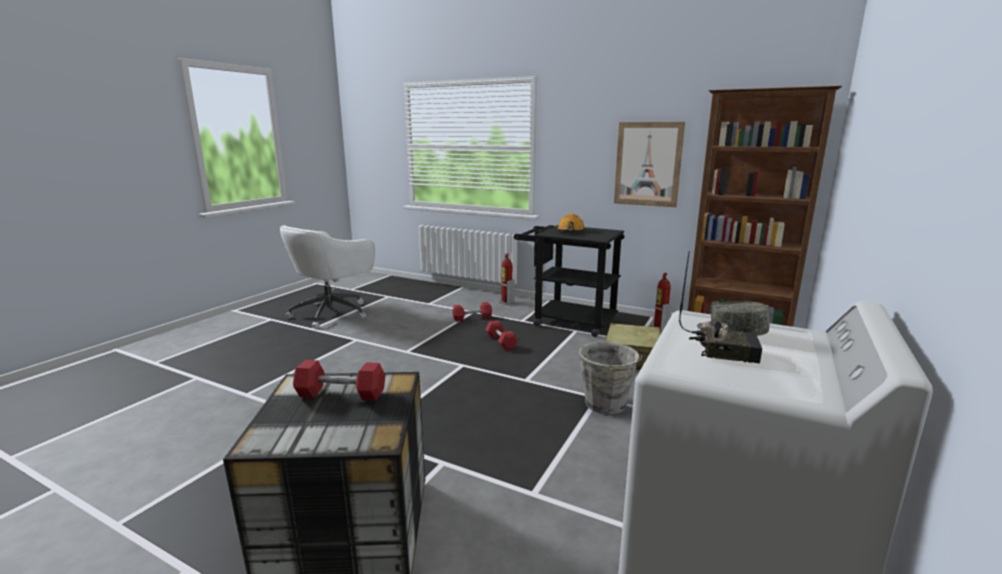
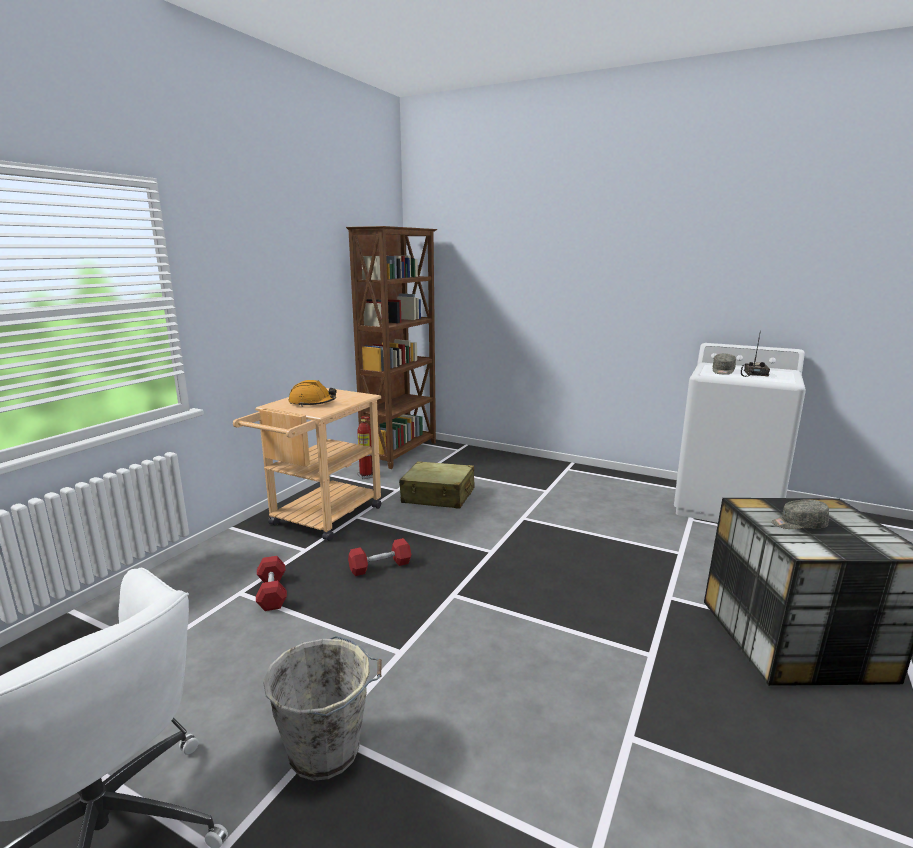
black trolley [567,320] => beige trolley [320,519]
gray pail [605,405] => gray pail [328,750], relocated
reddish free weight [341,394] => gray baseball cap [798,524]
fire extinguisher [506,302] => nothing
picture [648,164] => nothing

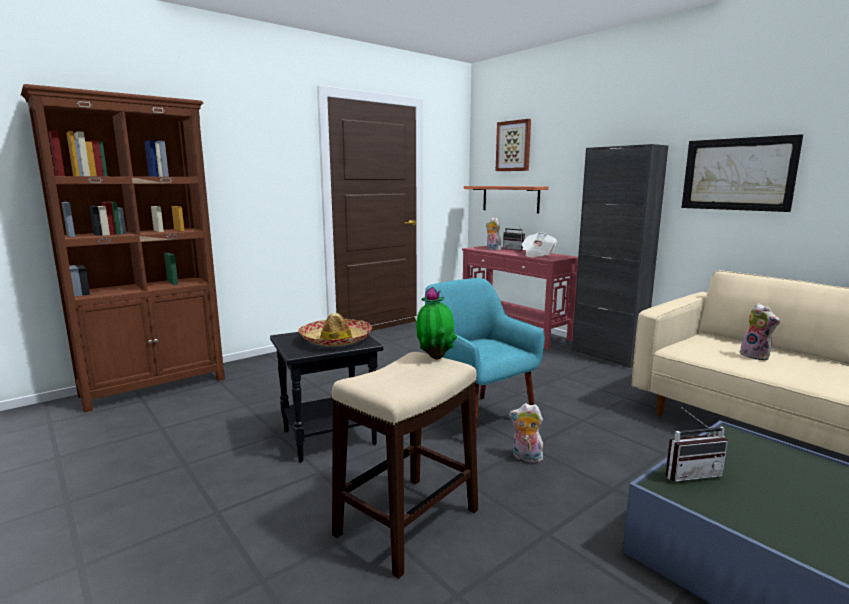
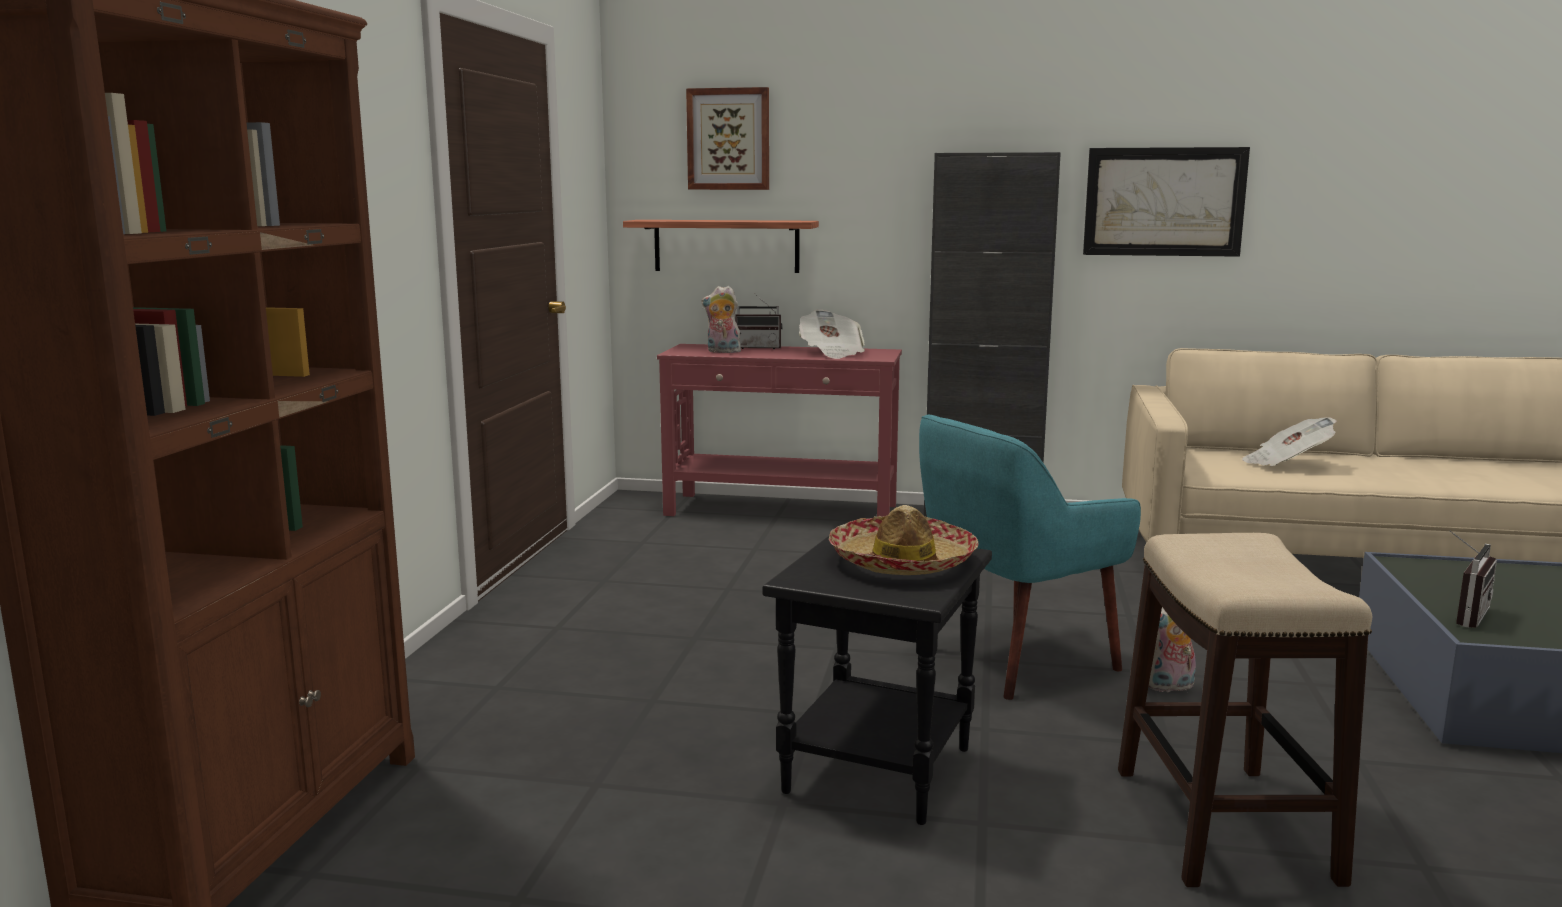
turquoise-coloured lounge chair [478,418] => turquoise-coloured lounge chair [1013,658], 45 degrees counterclockwise
soft toy [756,356] => newspaper [1286,463]
houseplant [435,357] => nothing

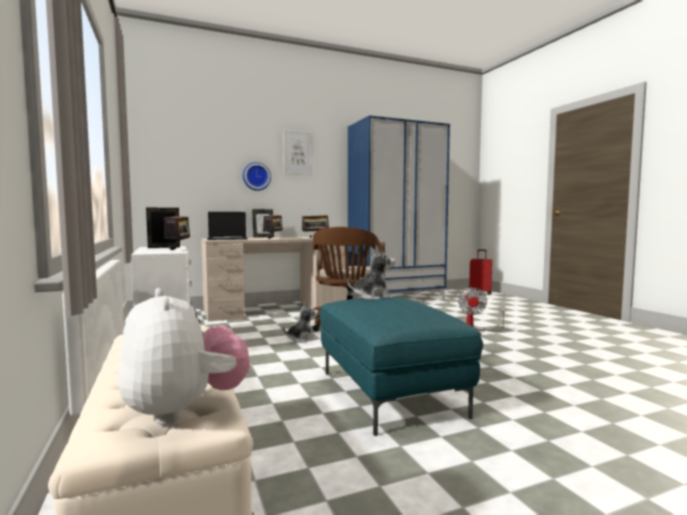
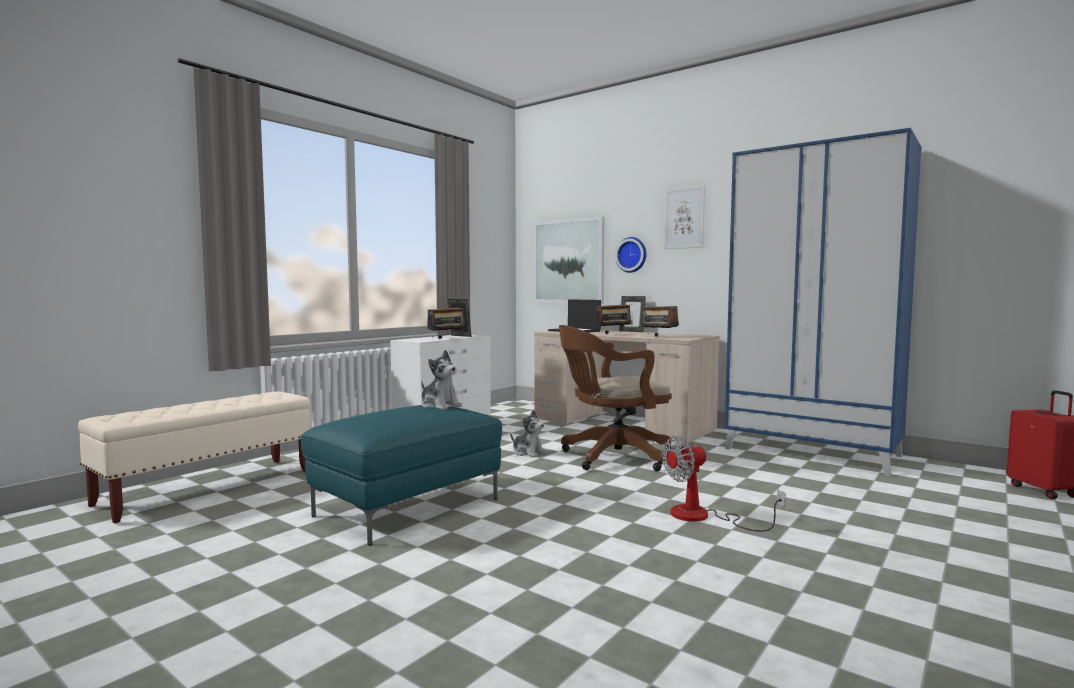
nothing => picture [568,261]
soft toy [185,410] => nothing

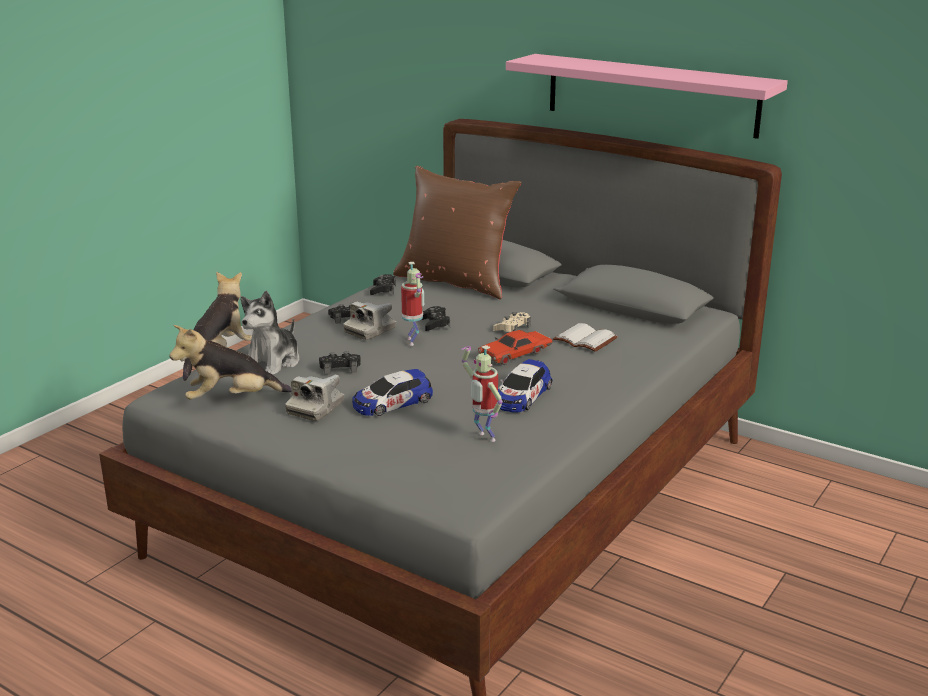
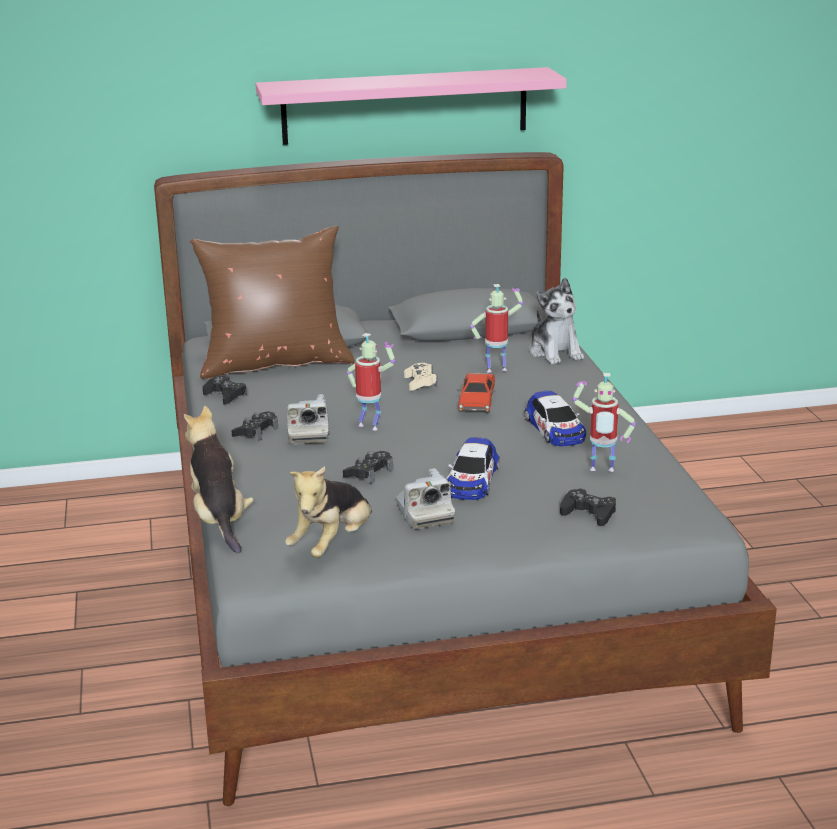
white-coloured volume [583,340] => model robot [496,369]
soft toy [273,363] => soft toy [555,352], relocated
black joypad [435,324] => black joypad [588,513], relocated

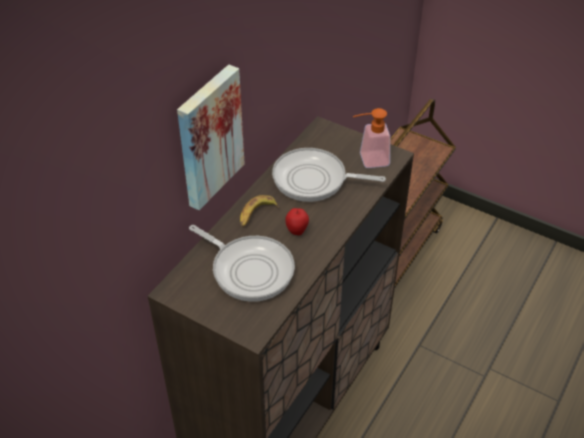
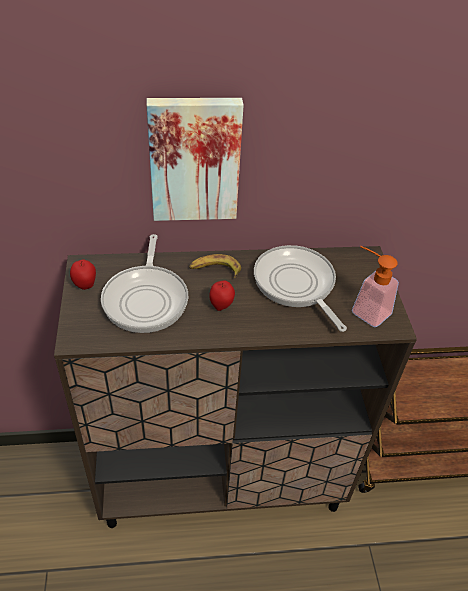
nothing => whole apple [85,285]

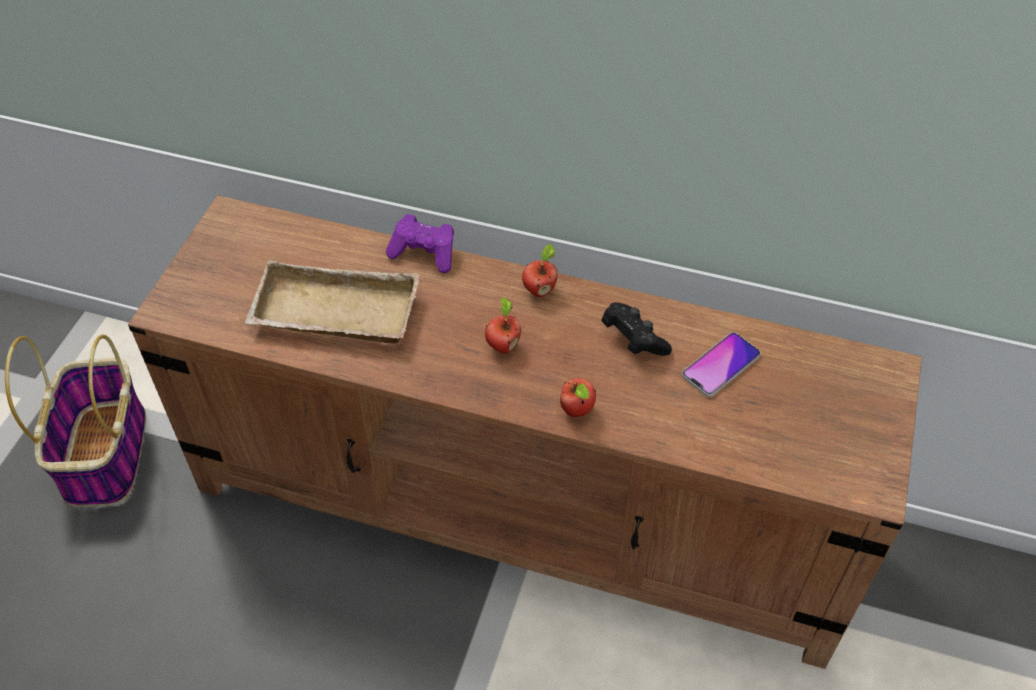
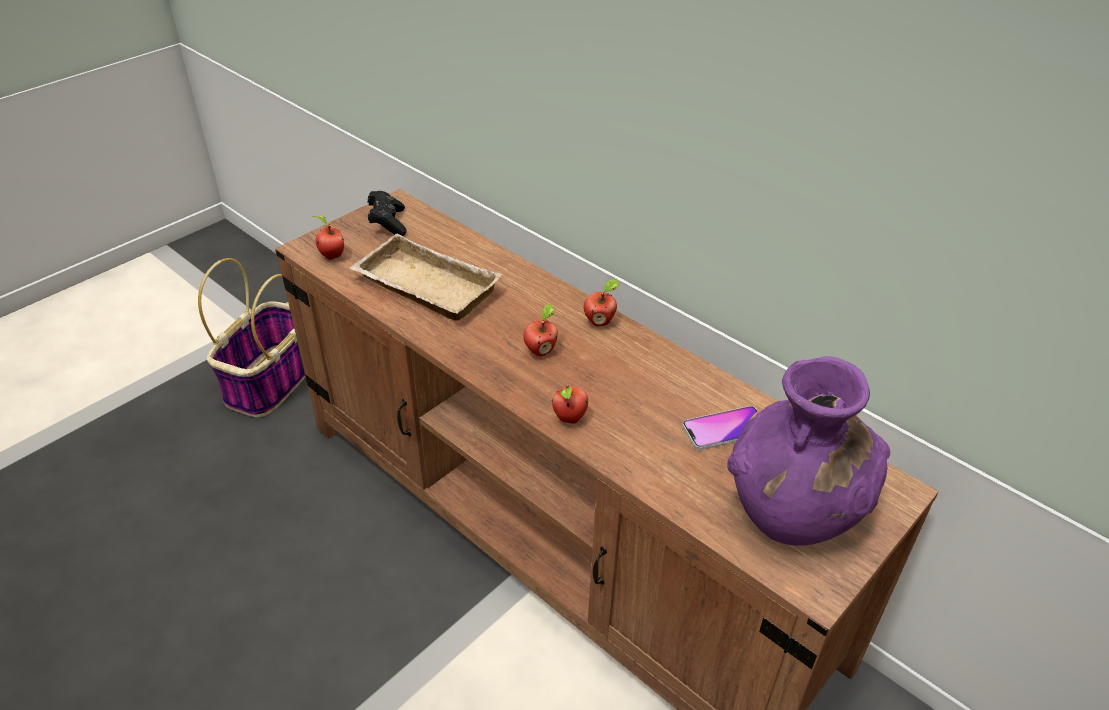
nothing => whole apple [331,256]
black joypad [633,339] => black joypad [388,223], relocated
nothing => purple-coloured decorative vase [793,510]
purple-coloured joypad [424,253] => nothing

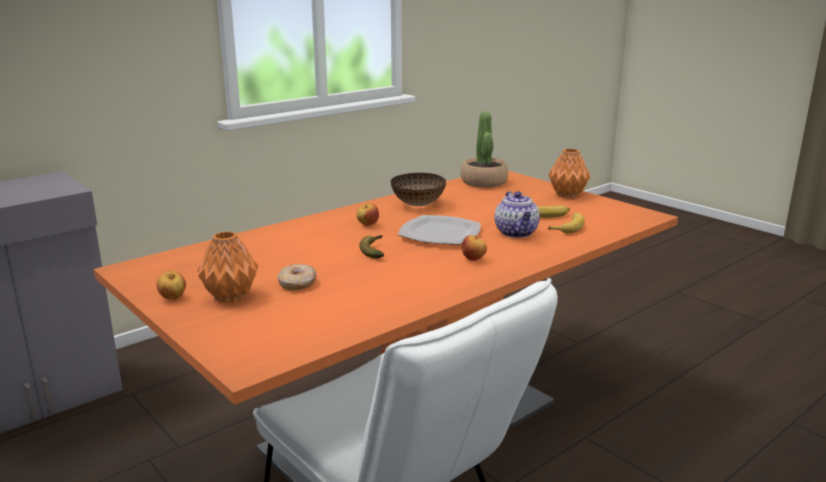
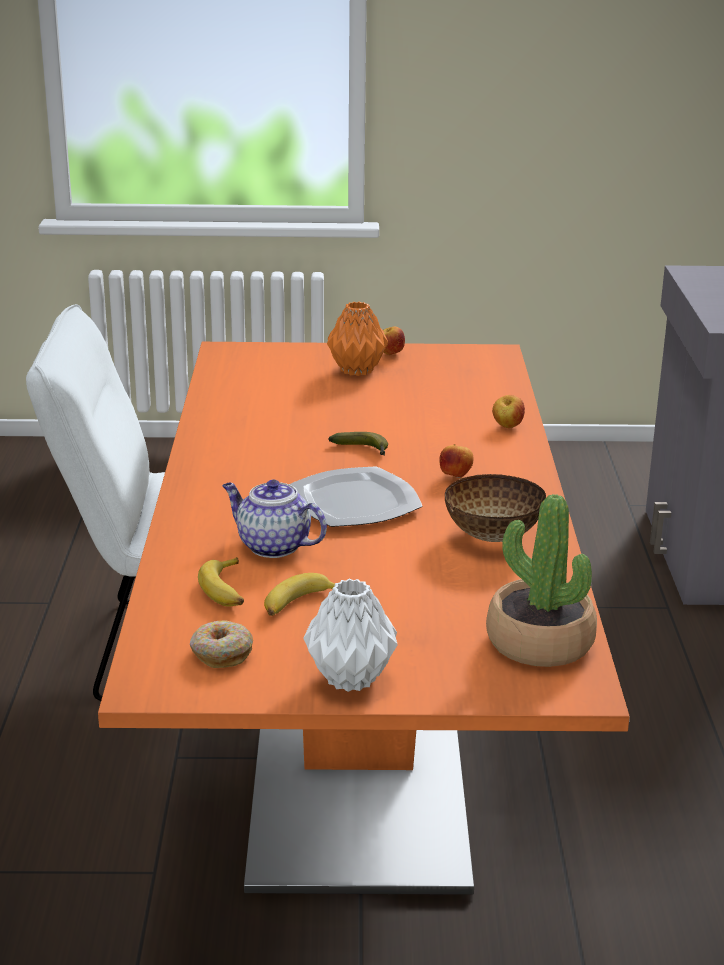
ring doughnut [297,284] => ring doughnut [221,653], relocated
orangey decorative vase [567,195] => white-coloured decorative vase [351,679]
whole apple [473,259] => whole apple [507,426], relocated

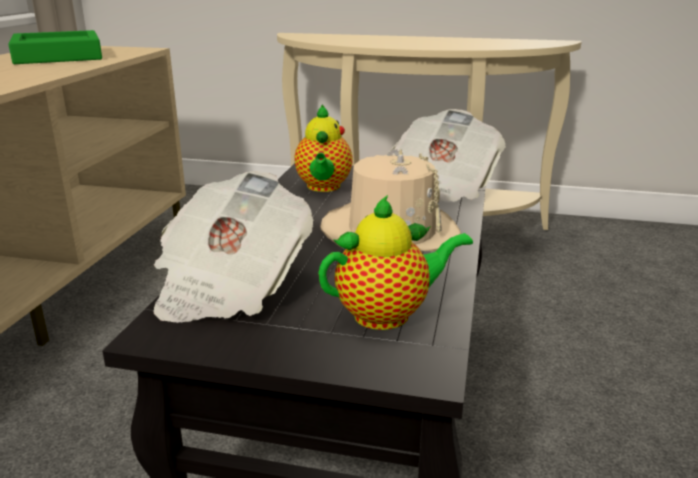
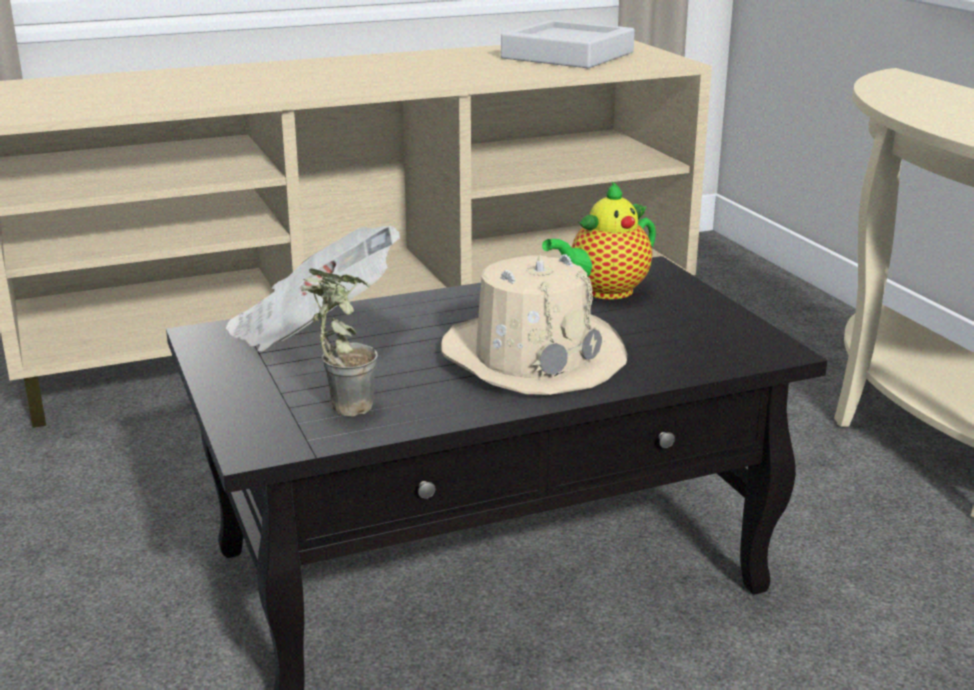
tea pot [388,314] => houseplant [339,406]
green serving tray [58,56] => gray serving tray [567,55]
newspaper [441,187] => nothing

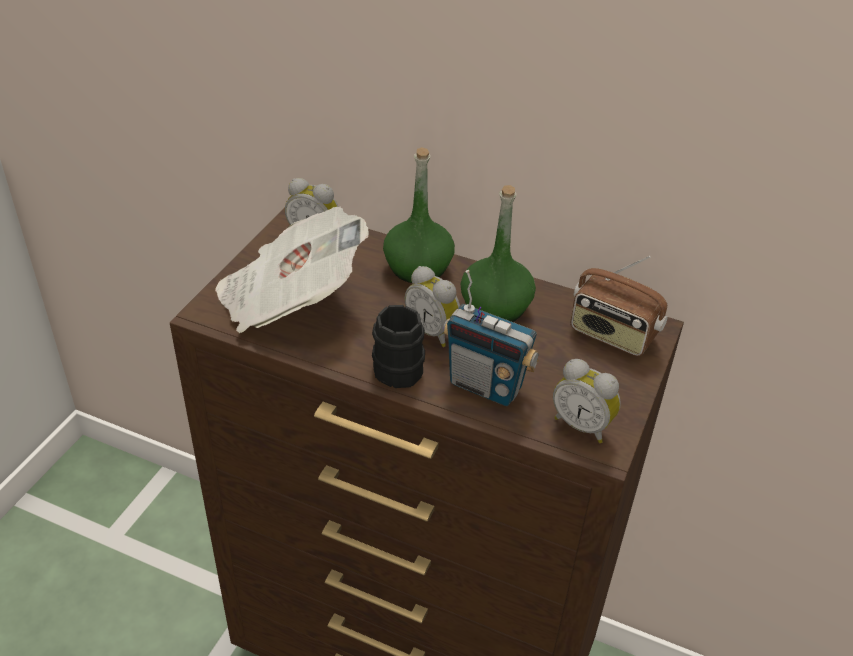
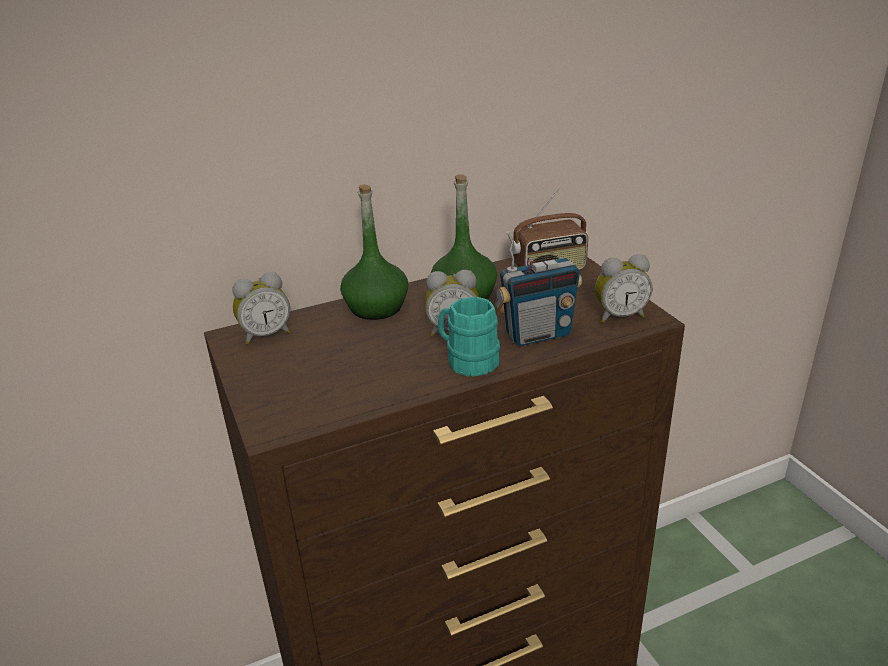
black tea mug [397,365] => turquoise-coloured tea mug [467,361]
newspaper [290,300] => nothing

